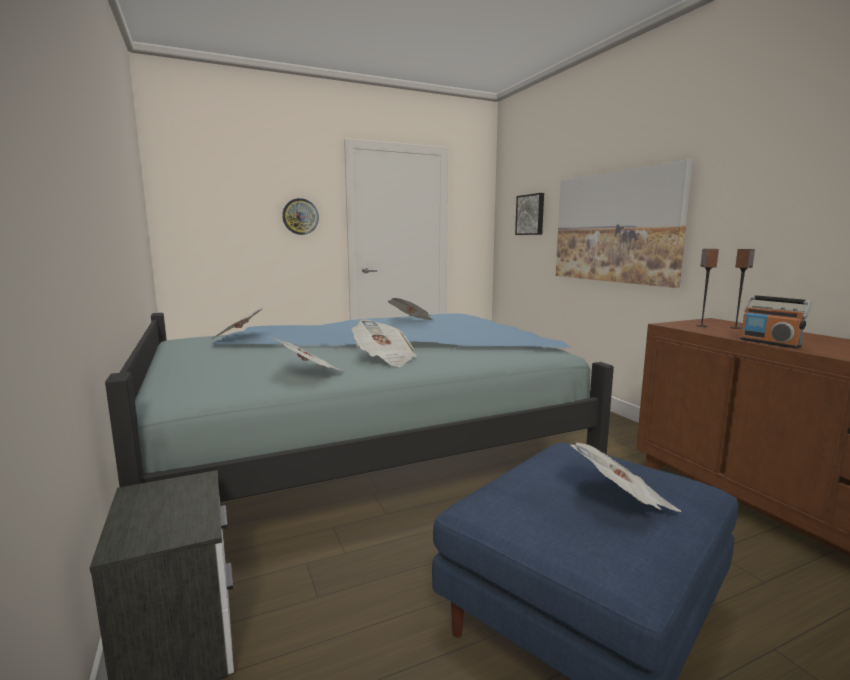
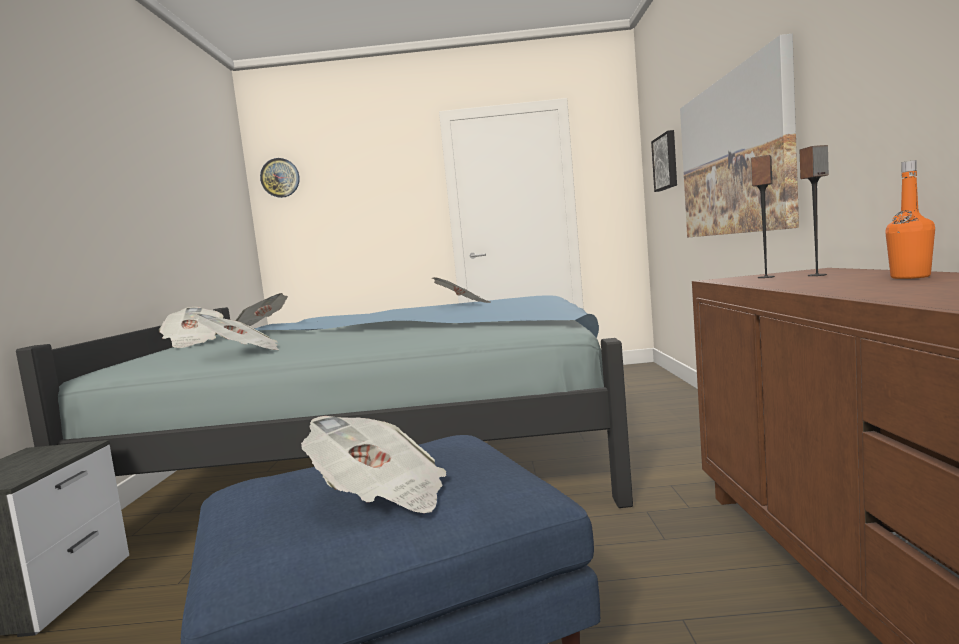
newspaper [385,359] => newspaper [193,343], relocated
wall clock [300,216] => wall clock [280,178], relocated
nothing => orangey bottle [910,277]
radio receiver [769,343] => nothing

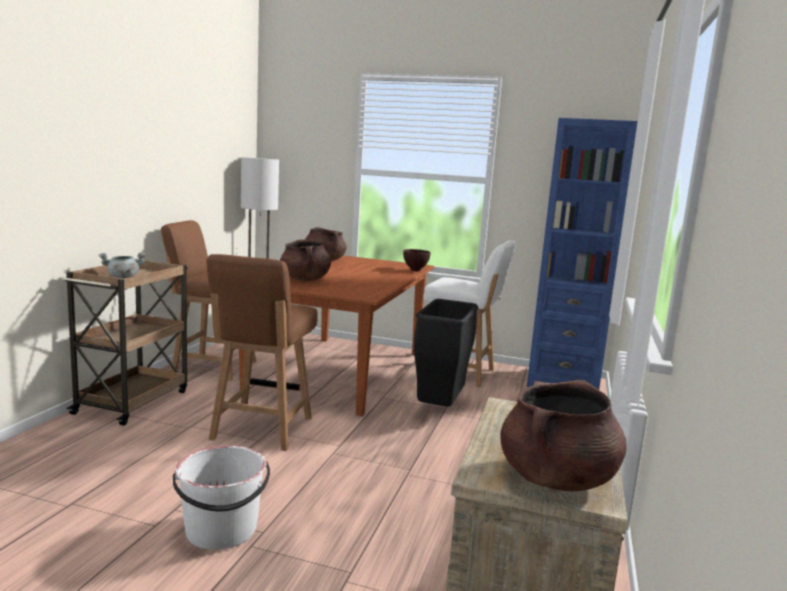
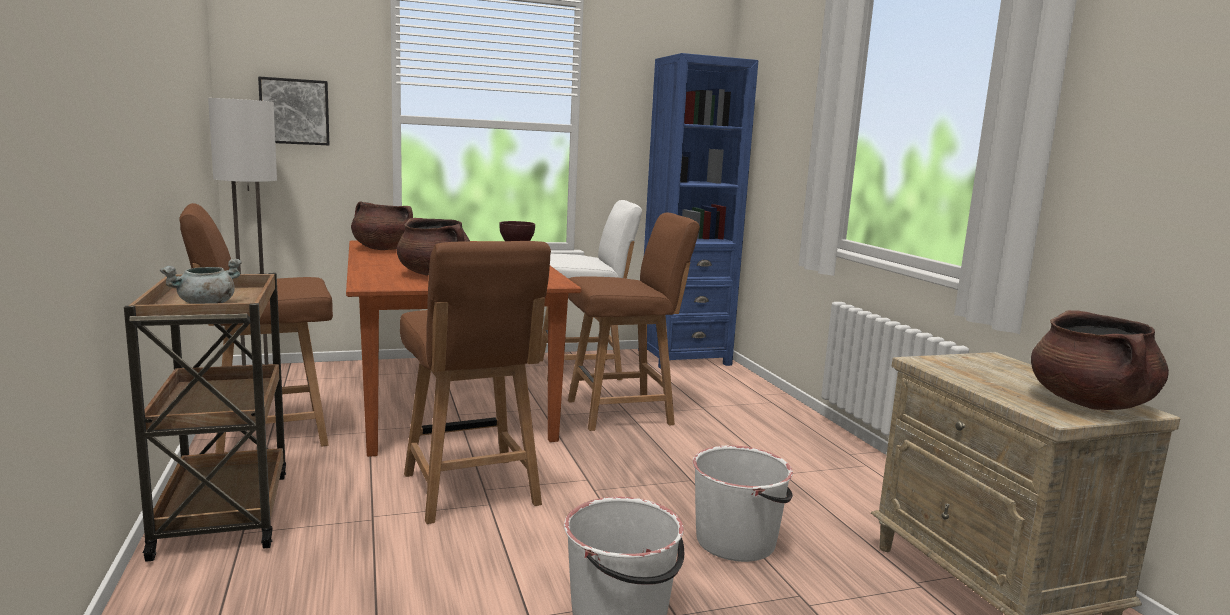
nothing => picture [295,111]
black trash can [440,409] => brown-coloured plain chair [622,412]
nothing => white-coloured pail [736,541]

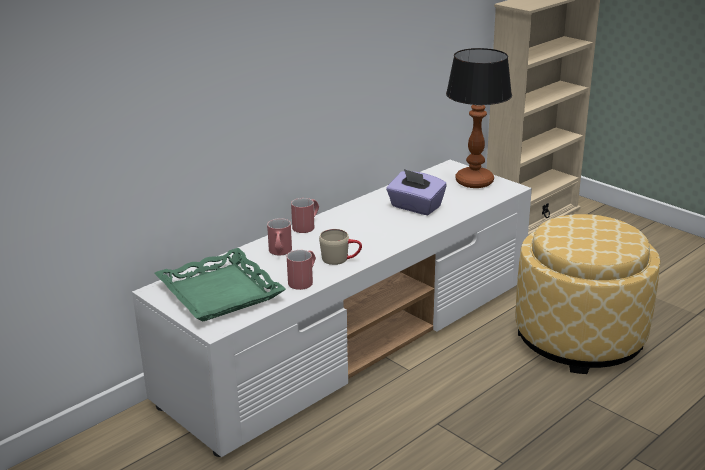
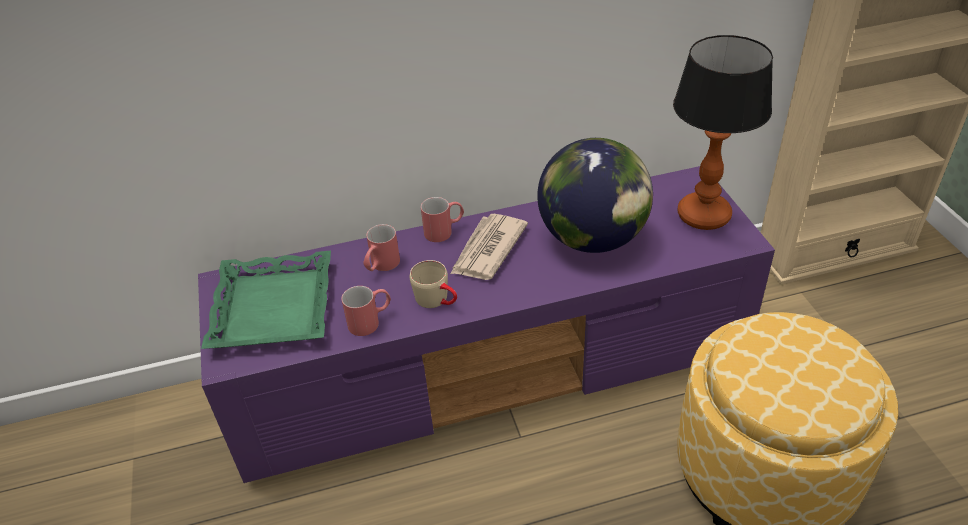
white-coloured tv stand [355,339] => purple-coloured tv stand [493,366]
nothing => newspaper [487,250]
purple-coloured tissue holder [415,207] => world globe [593,239]

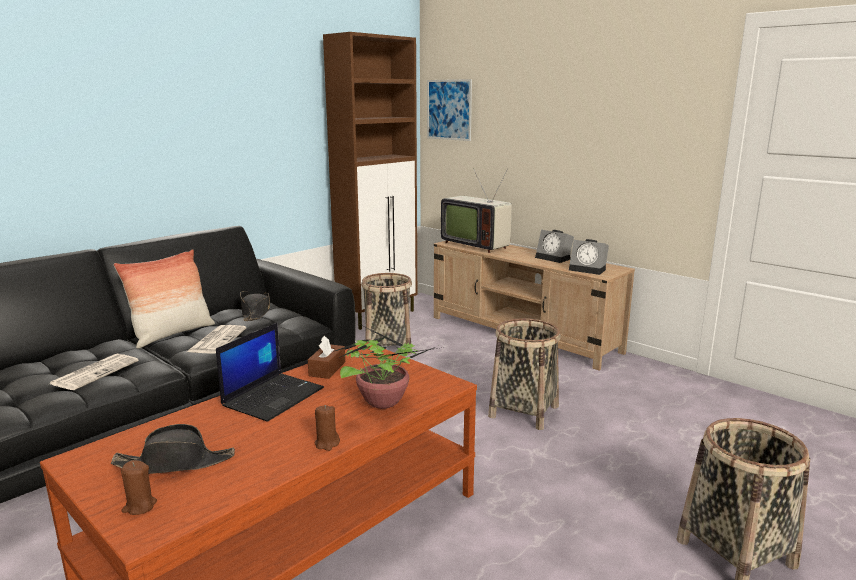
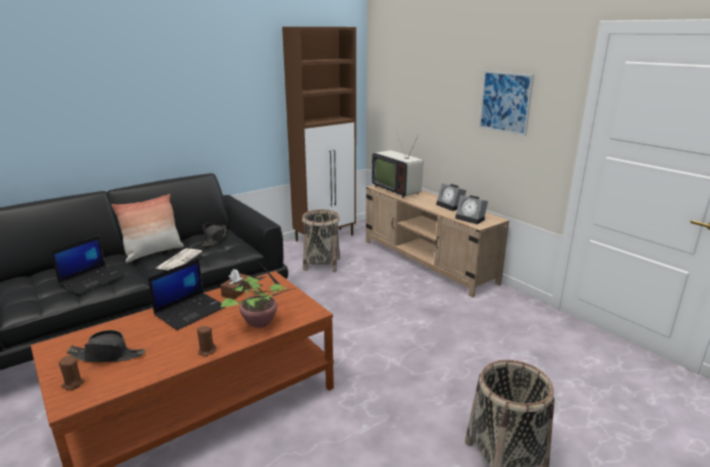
newspaper [95,372] => notebook computer [92,279]
picture [449,110] => picture [505,102], relocated
storage basket [523,411] => nothing

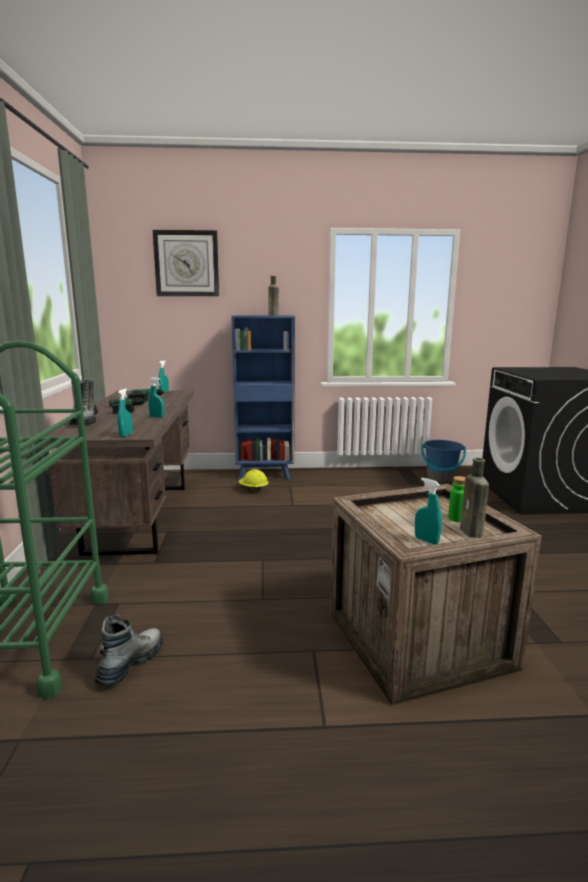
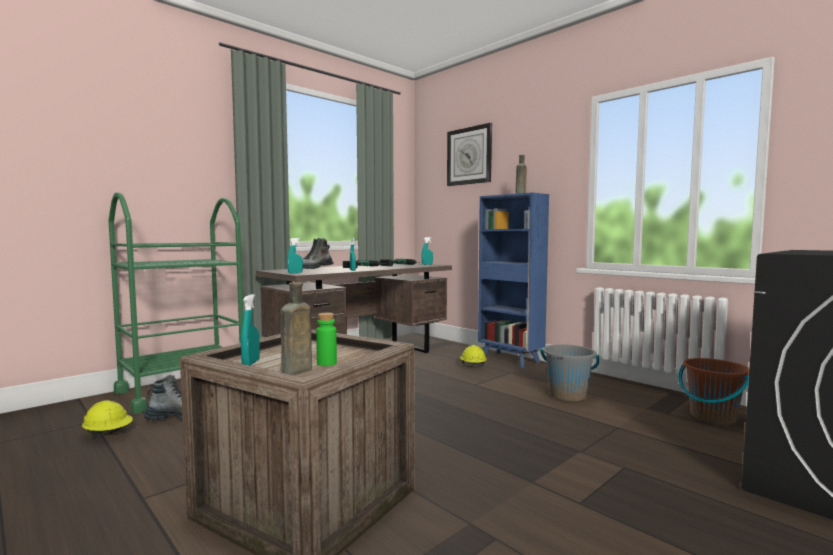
nothing => yellow hard hat [108,434]
nothing => gray pail [568,396]
bluish pail [440,478] => brown-coloured pail [712,417]

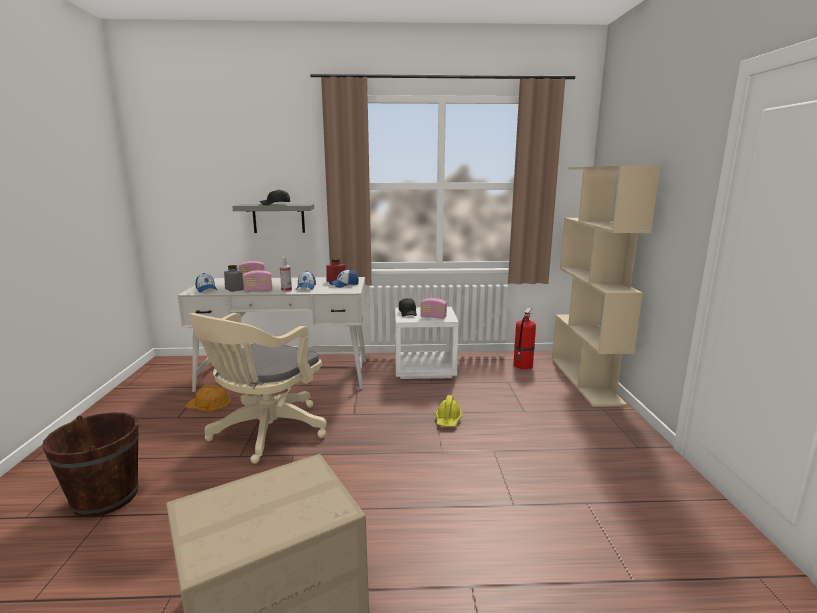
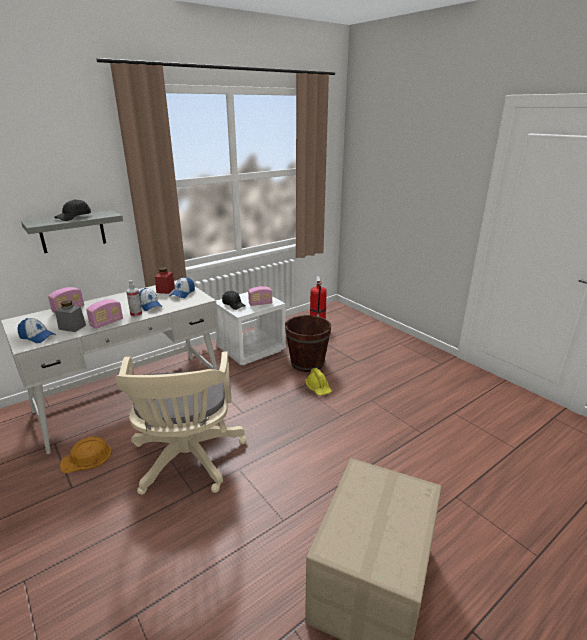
brown-coloured pail [106,497] => brown-coloured pail [307,363], relocated
beige bookshelf [586,380] => nothing

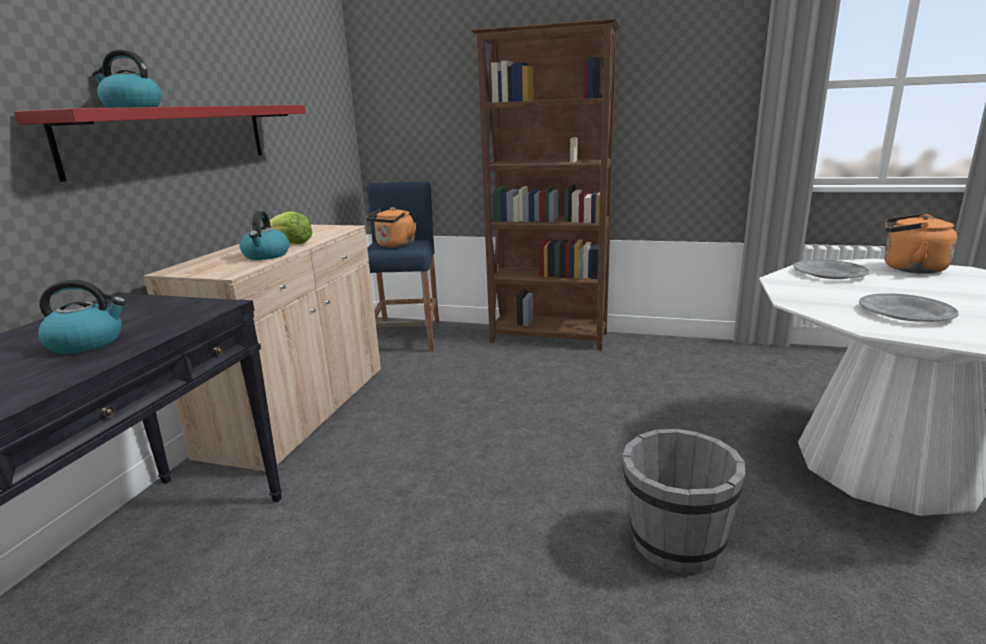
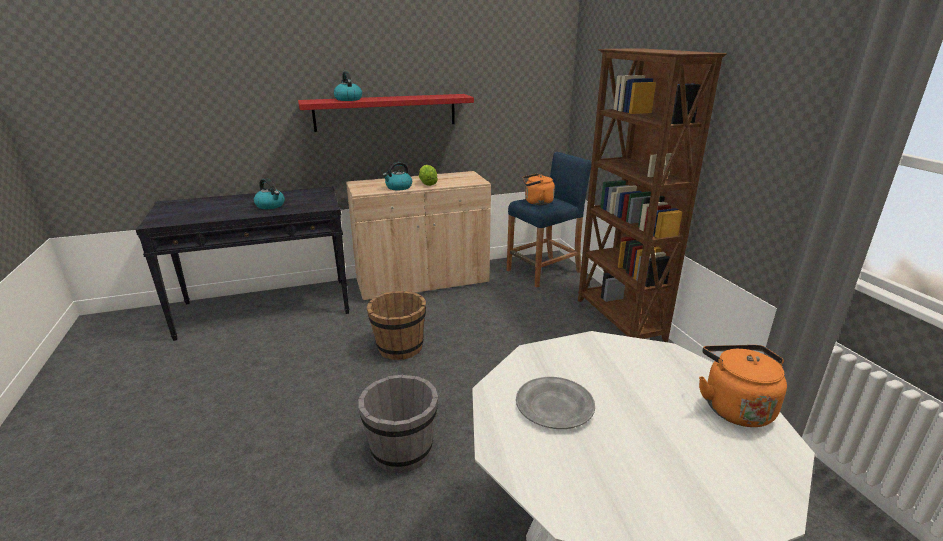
nothing => brown-coloured pail [399,348]
gray flat dish [829,273] => nothing

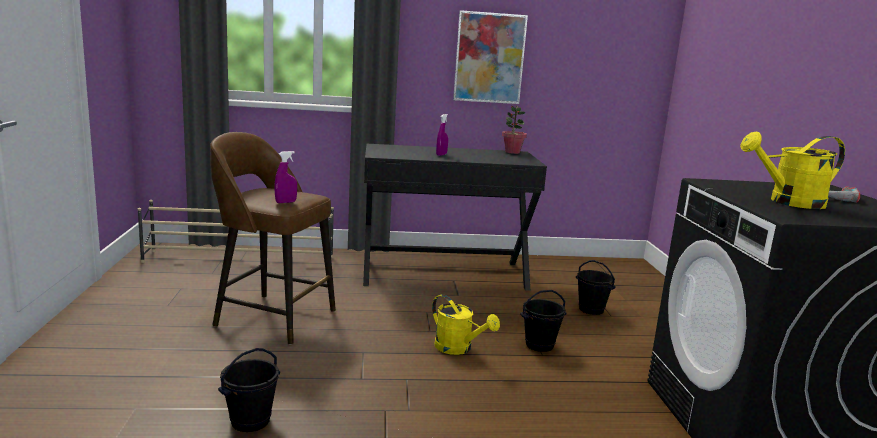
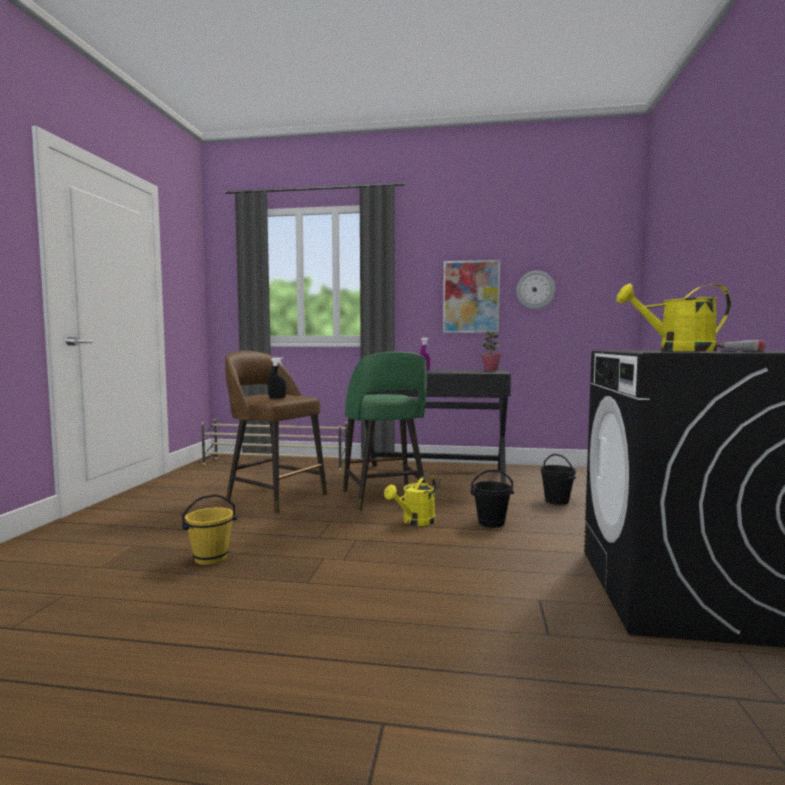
black pail [250,421] => yellow pail [210,558]
purple-coloured hand sprayer [286,202] => black hand sprayer [277,398]
nothing => green sitting stool [385,498]
yellow sprinkling can [458,349] => yellow sprinkling can [415,522], 75 degrees clockwise
nothing => wall clock [535,290]

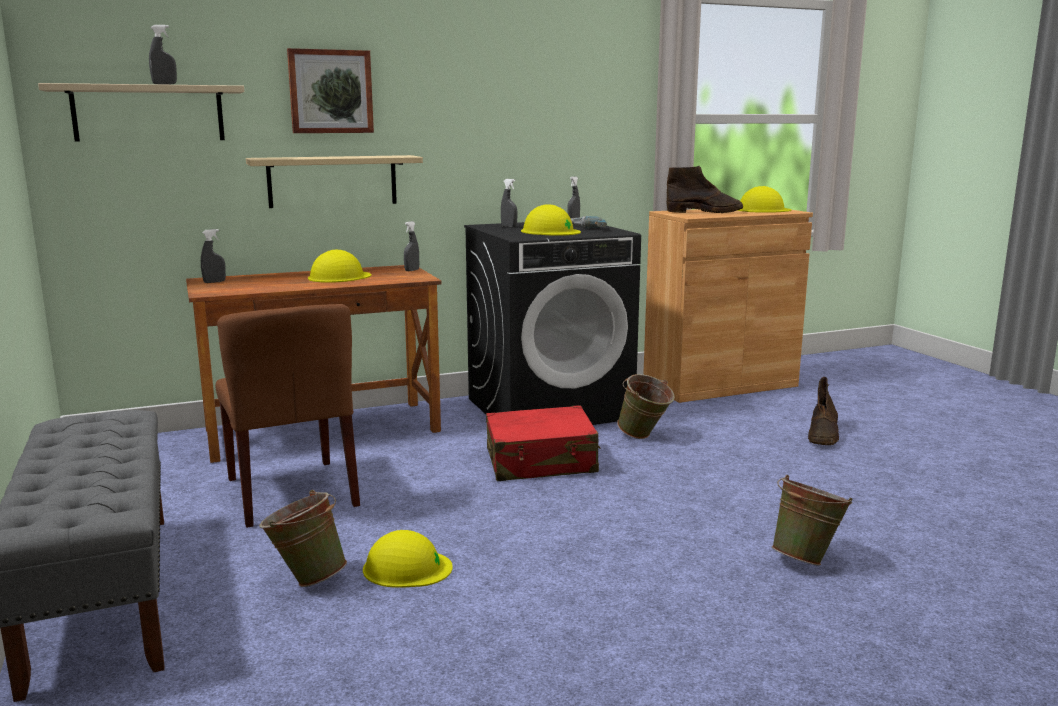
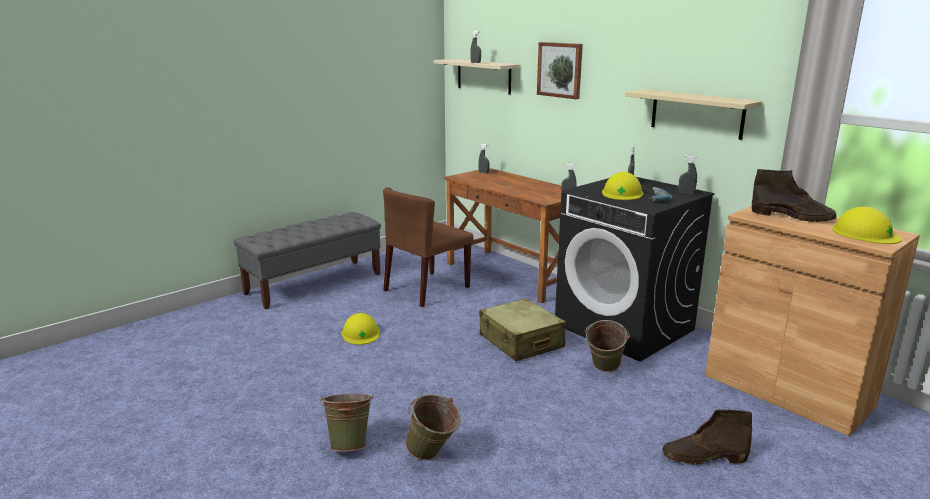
green pail [306,578] => green pail [350,444], relocated
reddish travel case [541,462] => beige travel case [521,341]
beige bracket shelf [332,181] => beige bracket shelf [696,114], relocated
brown-coloured boot [705,212] => brown-coloured boot [792,216], 45 degrees counterclockwise
yellow hard hat [339,277] => nothing

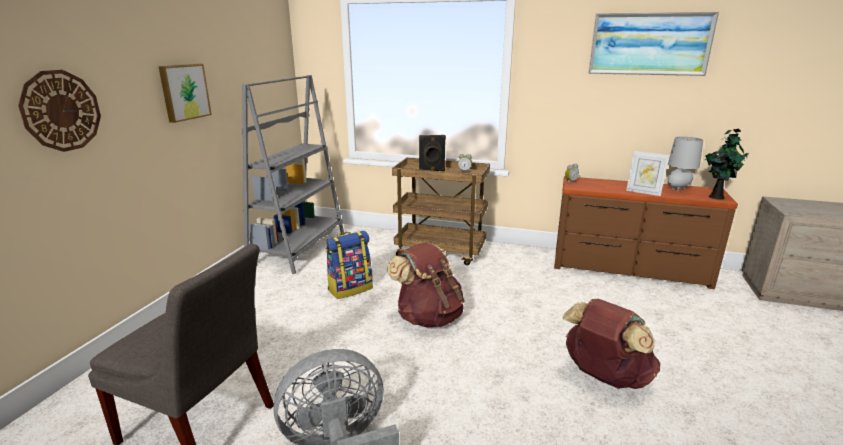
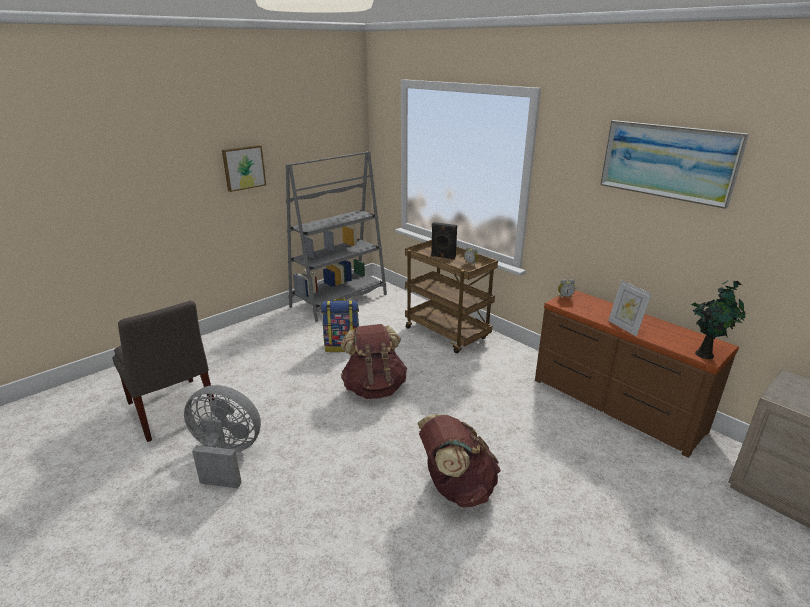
wall clock [61,111] => nothing
gray table lamp [678,189] => nothing

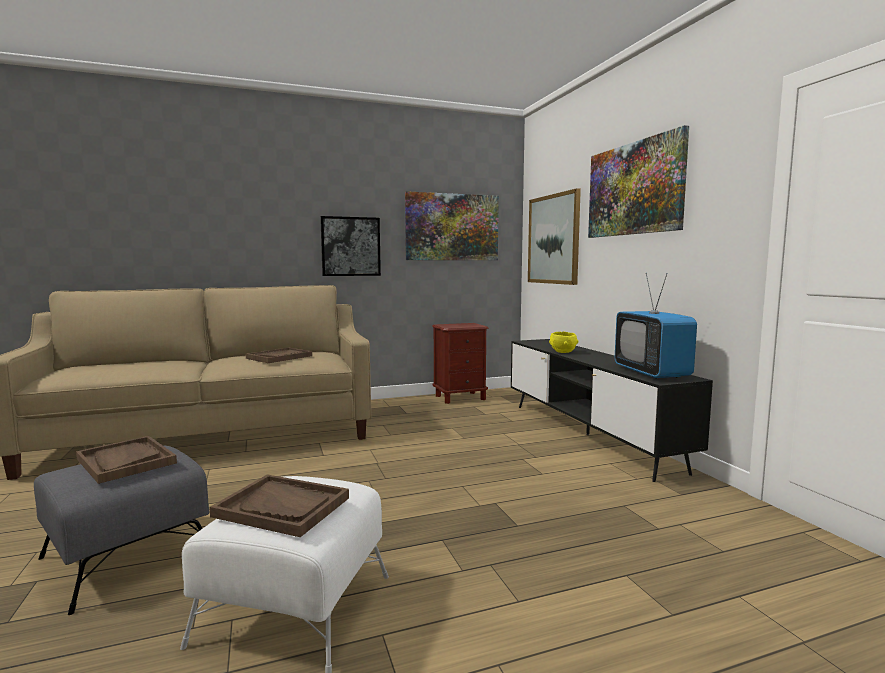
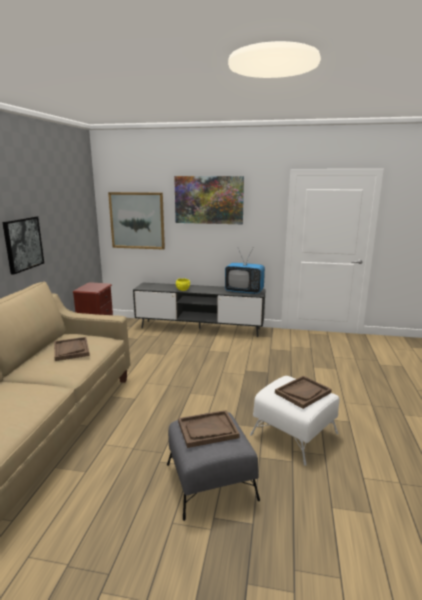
picture [452,227] => nothing

